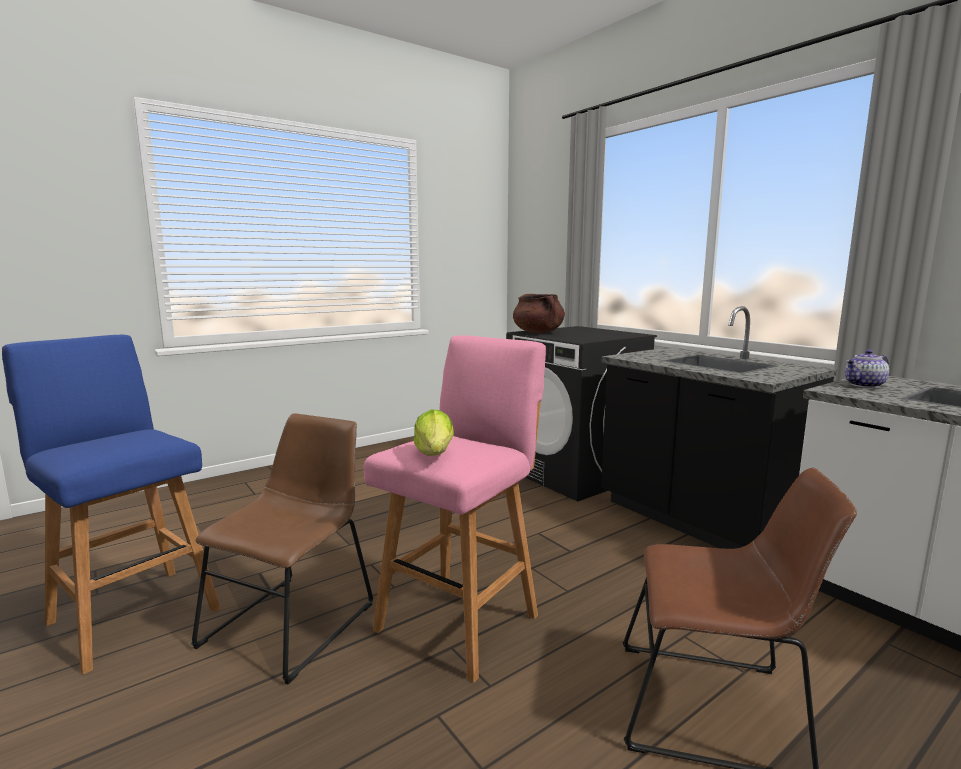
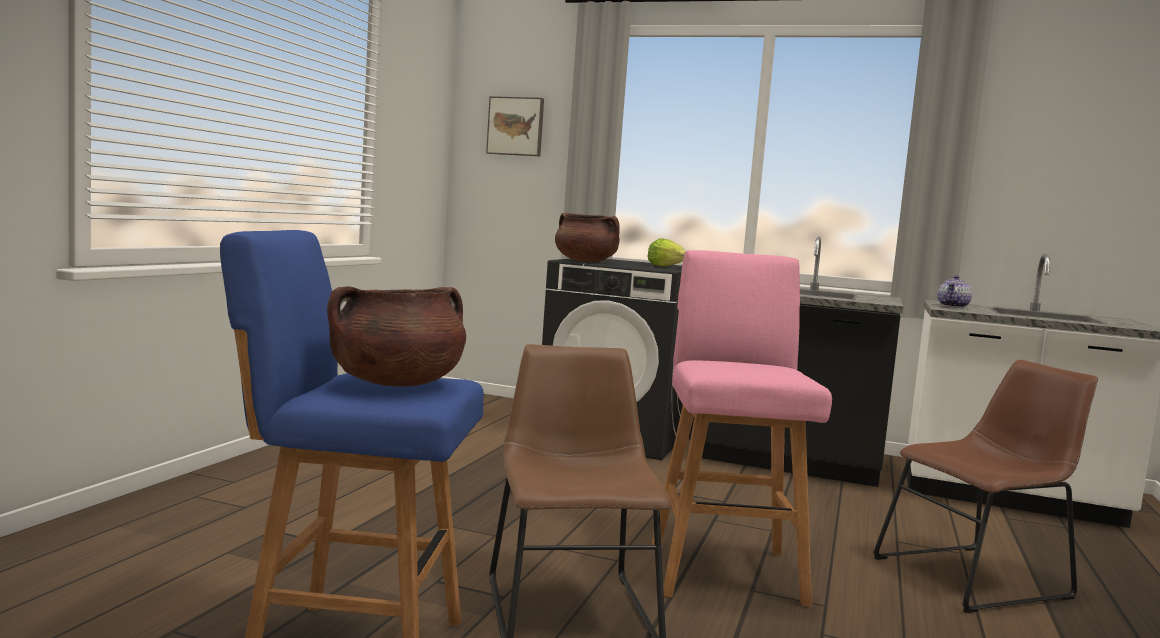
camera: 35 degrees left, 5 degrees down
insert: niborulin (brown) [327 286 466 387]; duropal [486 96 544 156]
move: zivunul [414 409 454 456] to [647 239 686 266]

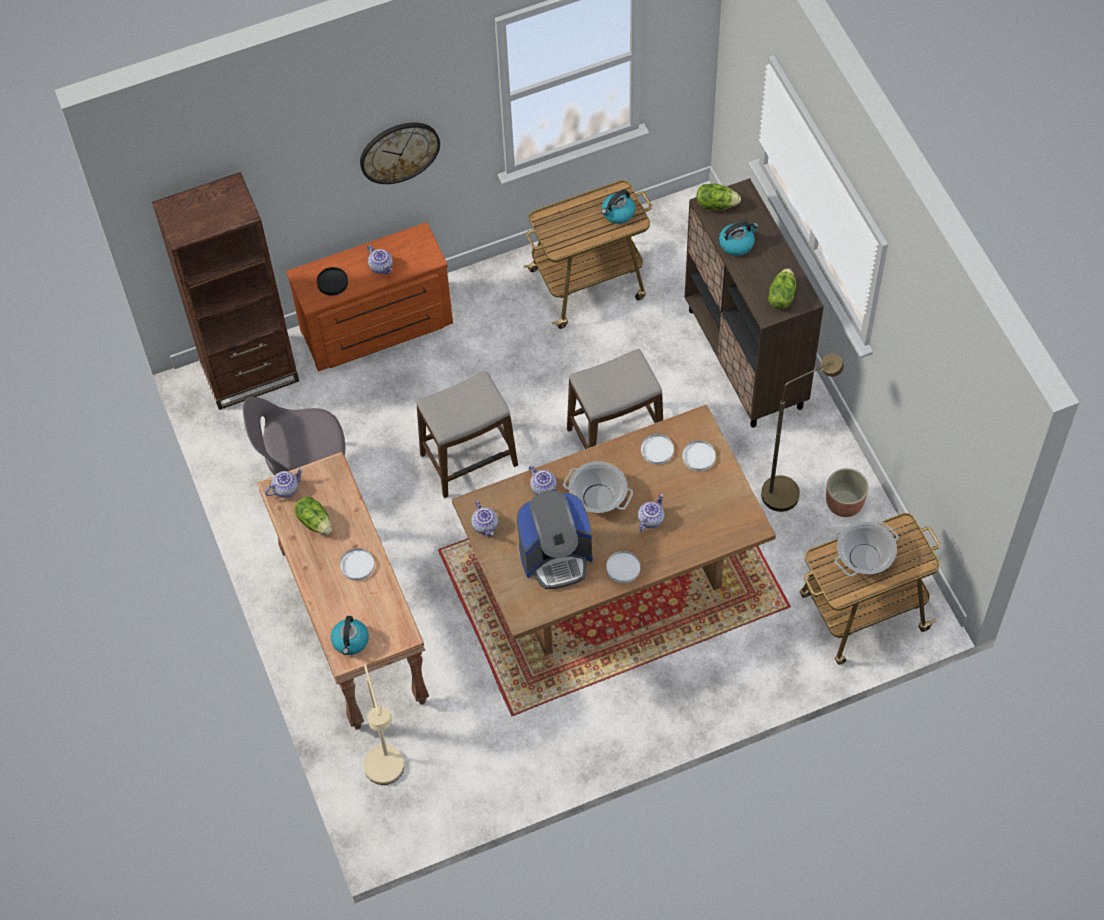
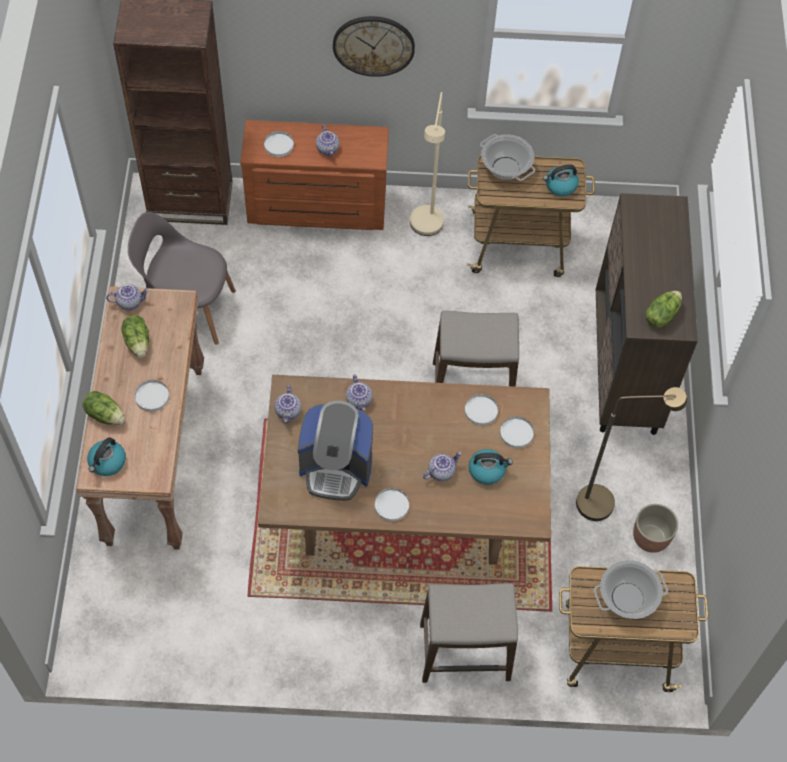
camera: 20 degrees right, 0 degrees up
move: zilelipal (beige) [363 665 404 785] to [410 92 445 236]; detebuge [416 371 518 498] to [420 583 518 683]; niborulin [563 461 633 513] to [480 134 535 181]; zivunul [696 184 741 210] to [82 391 125 425]; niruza [719 221 759 256] to [469 449 513 485]
recolor: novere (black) [317 267 348 296] to novere (white) [264 131 294 157]

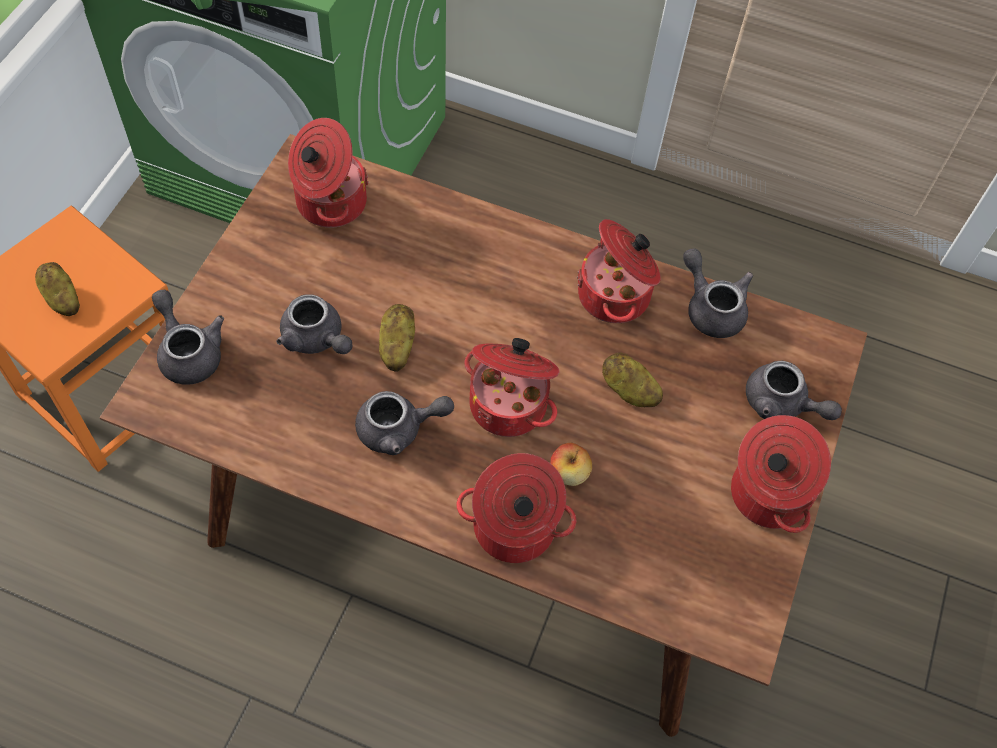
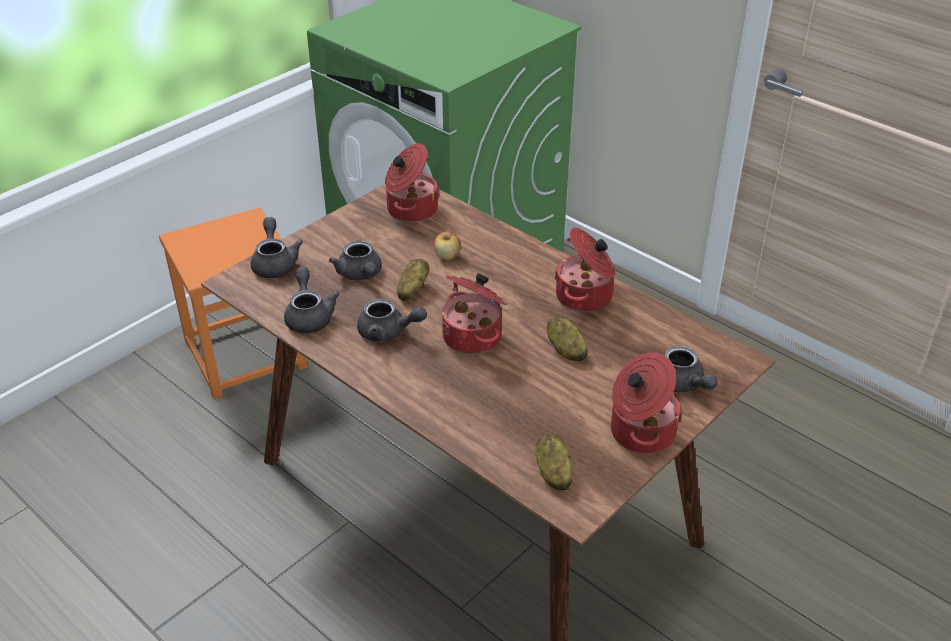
camera: 25 degrees right, 20 degrees down
delete: niborulin [456 453 577 563]
move: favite [35 262 80 316] to [535 434 573 490]; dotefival [550 443 592 486] to [434 231 461 260]; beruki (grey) [683 249 753 338] to [284 267 340 333]

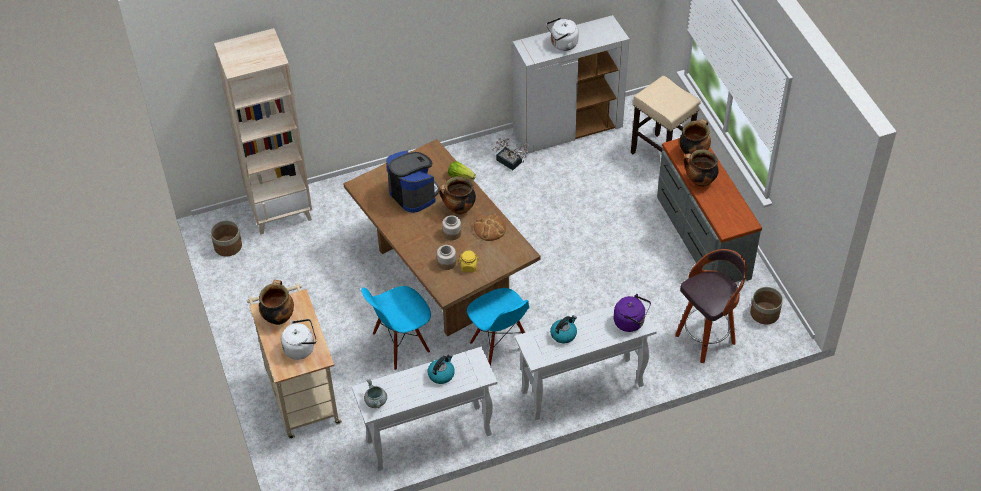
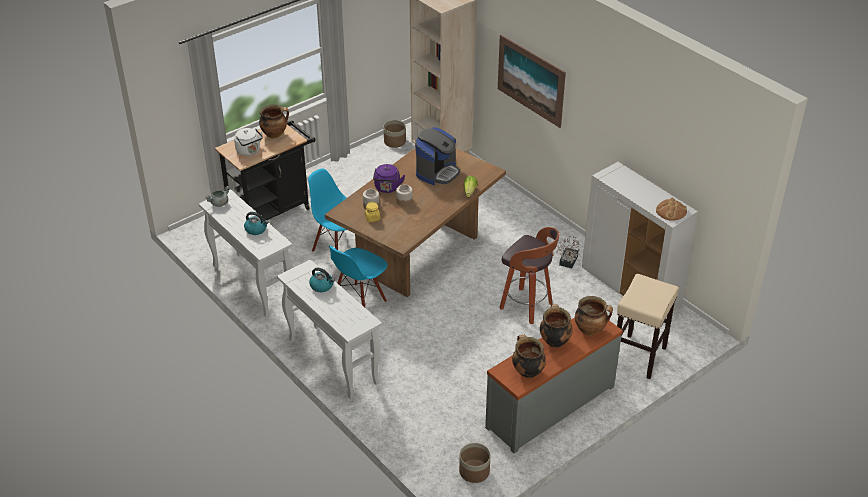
camera: 70 degrees right, 10 degrees down
delete: niruza (white) [546 17 579 51]
insert: duropal [498 35 566 128]
move: niborulin [439 176 476 215] to [512 335 546 378]; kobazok [474 214 506 241] to [656 198 687 221]; niruza (purple) [614 294 651 332] to [373 164 405 193]; detebuge [675 249 747 363] to [500 227 560 324]
recolor: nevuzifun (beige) [247 283 342 439] to nevuzifun (black) [215 120 316 220]

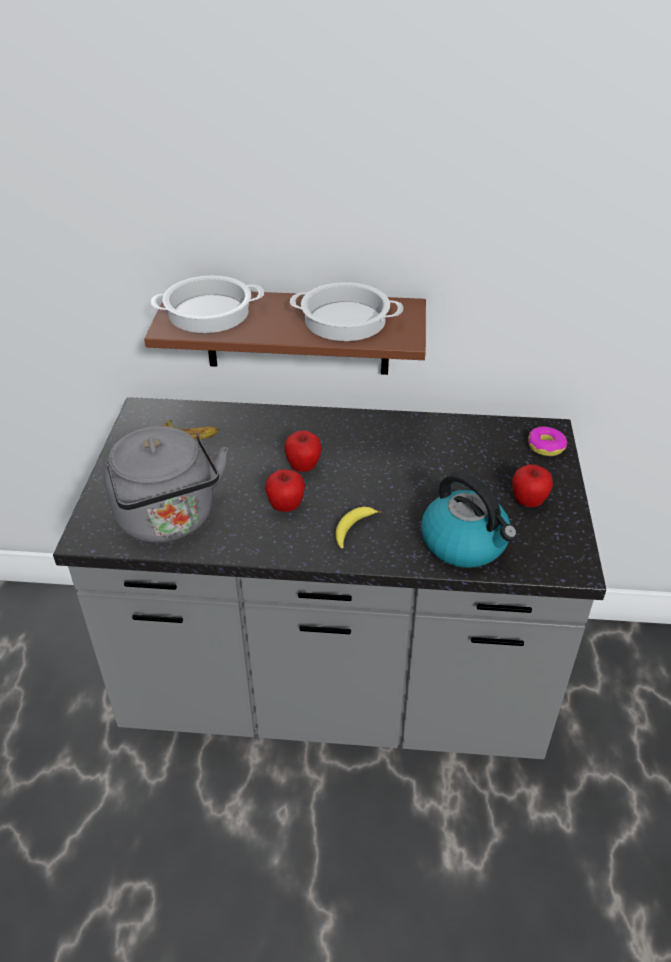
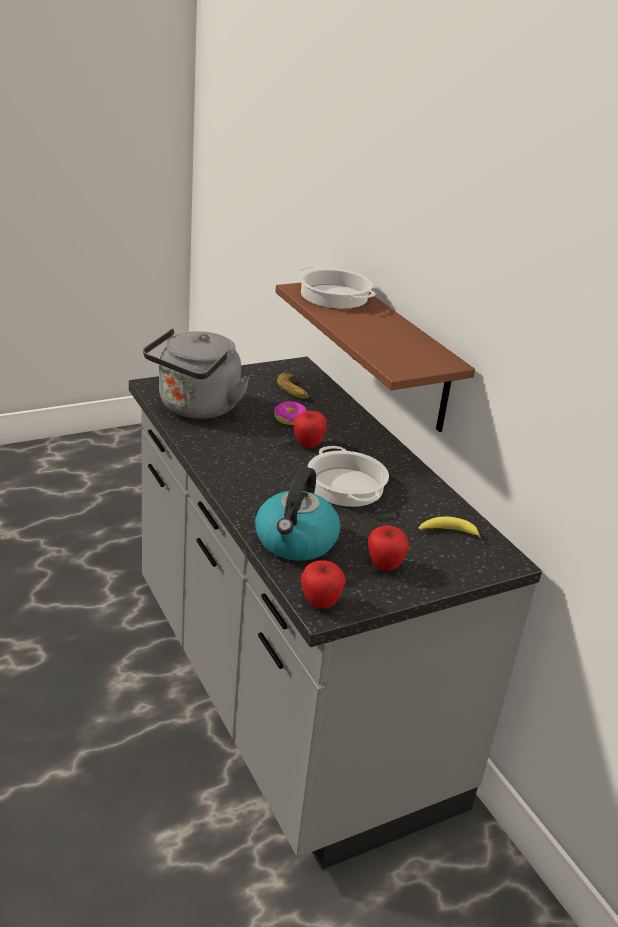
camera: 55 degrees right, 10 degrees down
move: dotefival [265 469 305 512] to [301 560 346 608]; niborulin [290 282 403 341] to [308 446 389 507]; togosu [336 507 381 549] to [419 517 481 538]; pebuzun [528 427 567 456] to [274 401 307 425]

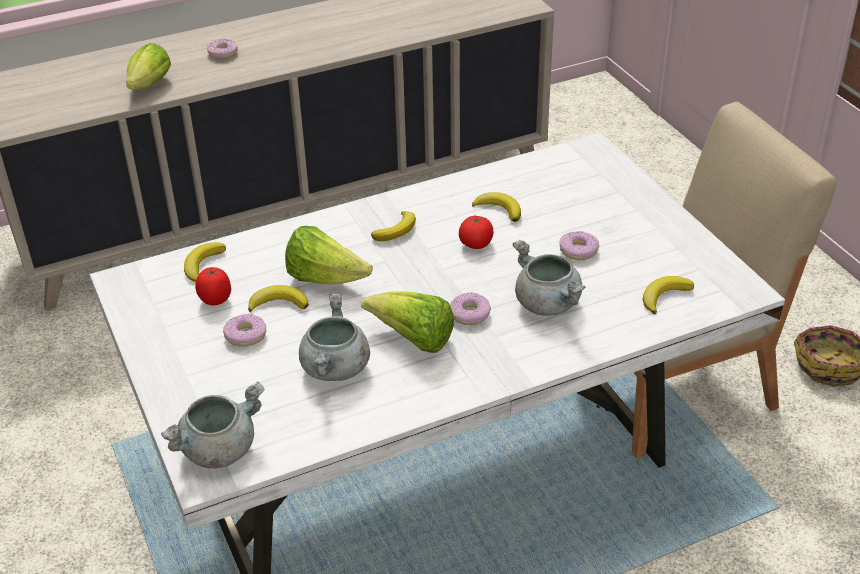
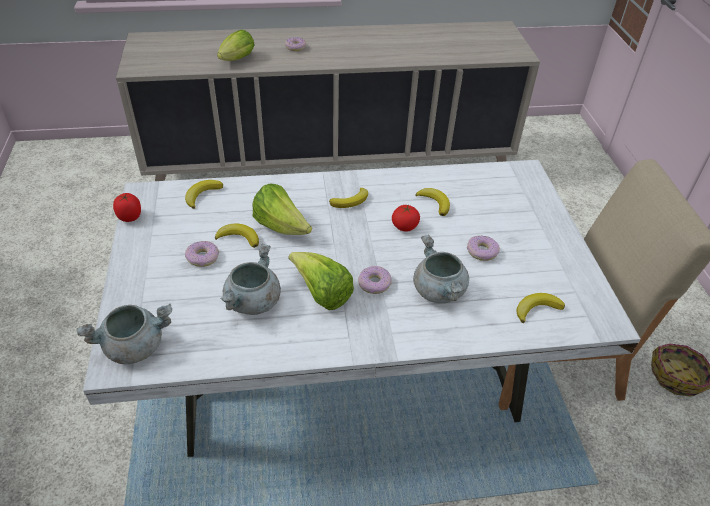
camera: 15 degrees right, 5 degrees up
move: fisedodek [195 267 231 305] to [113 193 141 222]

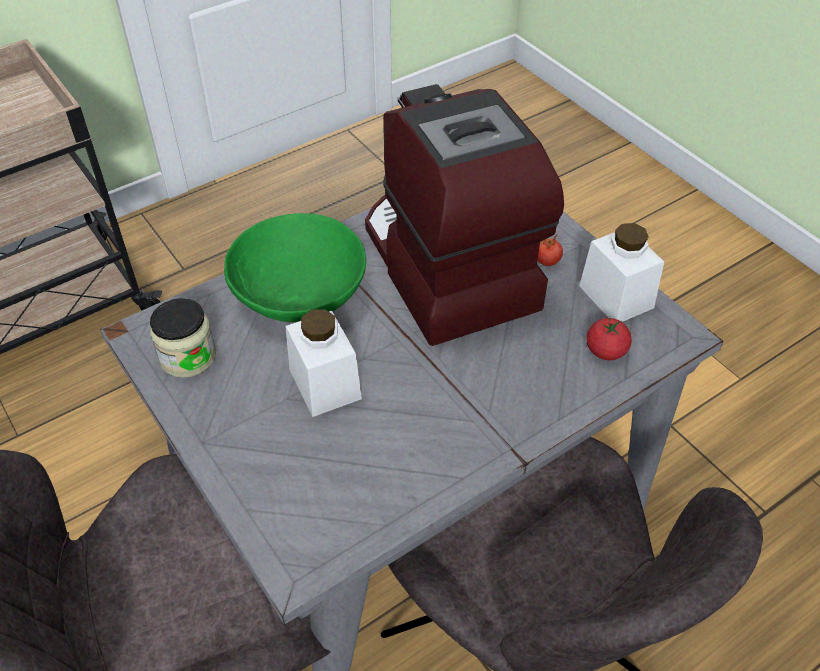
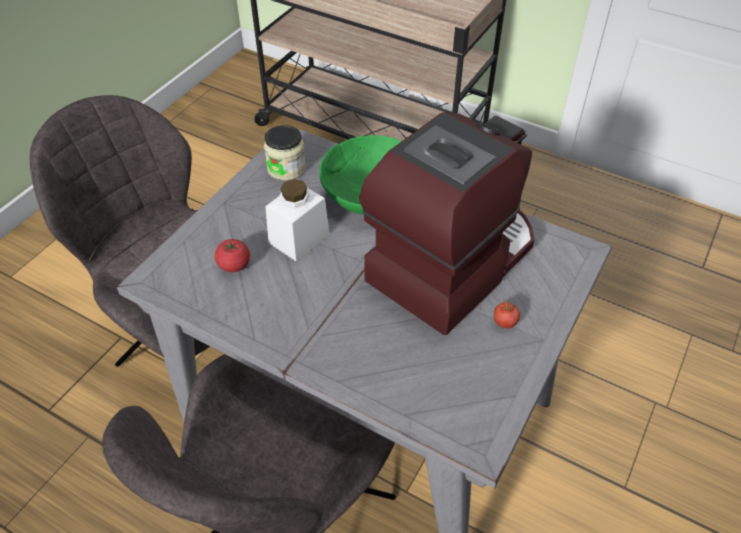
camera: 65 degrees right, 0 degrees up
delete: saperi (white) [579 223 664 322]
move: fisedodek [586 317 632 360] to [215 239 250 272]

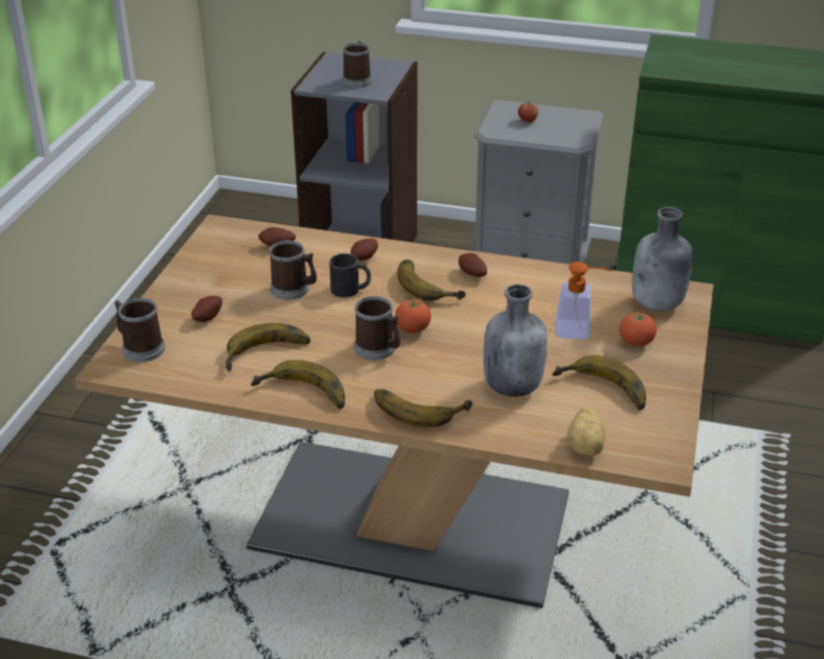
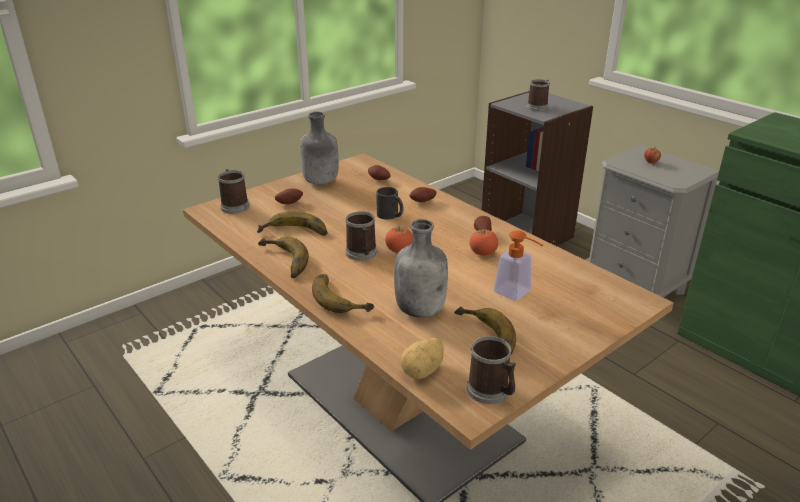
camera: 35 degrees right, 5 degrees down
delete: togosu [397 259 466 301]
move: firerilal [269 240 317 300] to [467 336 516 404]; fisedodek [619 312 657 346] to [470 229 498 256]; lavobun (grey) [632 207 693 311] to [300 112 339 185]

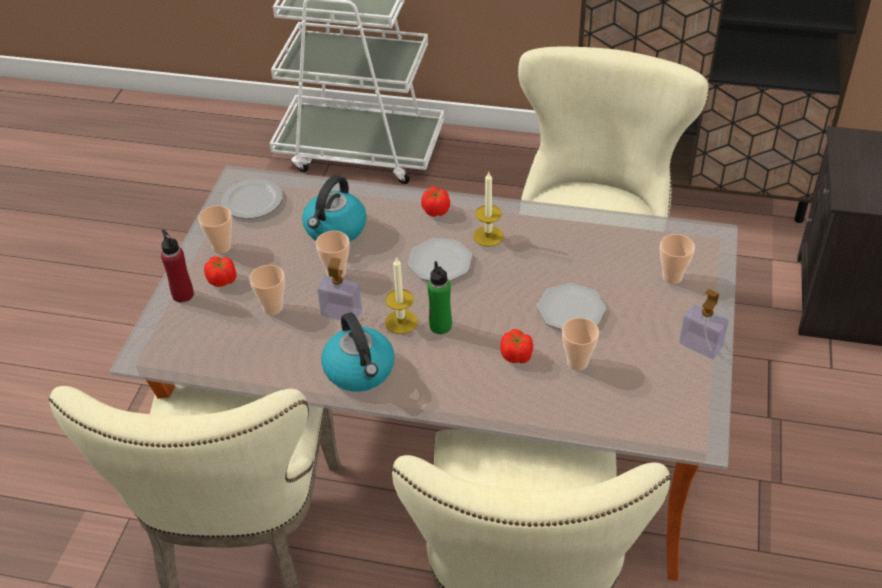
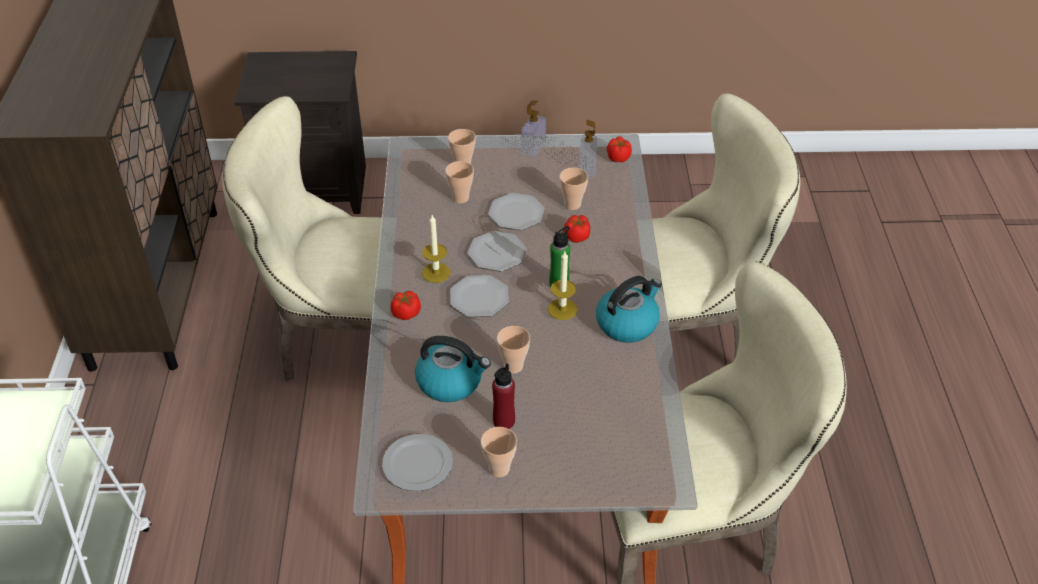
camera: 105 degrees left, 0 degrees up
insert: novere [467 231 527 271]
move: lavobun (red) [161 229 194 302] to [492 363 515 429]; fisedodek [204 257 237 287] to [607 136 632 162]; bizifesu [249 265 285 315] to [445 161 474 203]; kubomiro [317 257 362 320] to [579 120 597 178]

